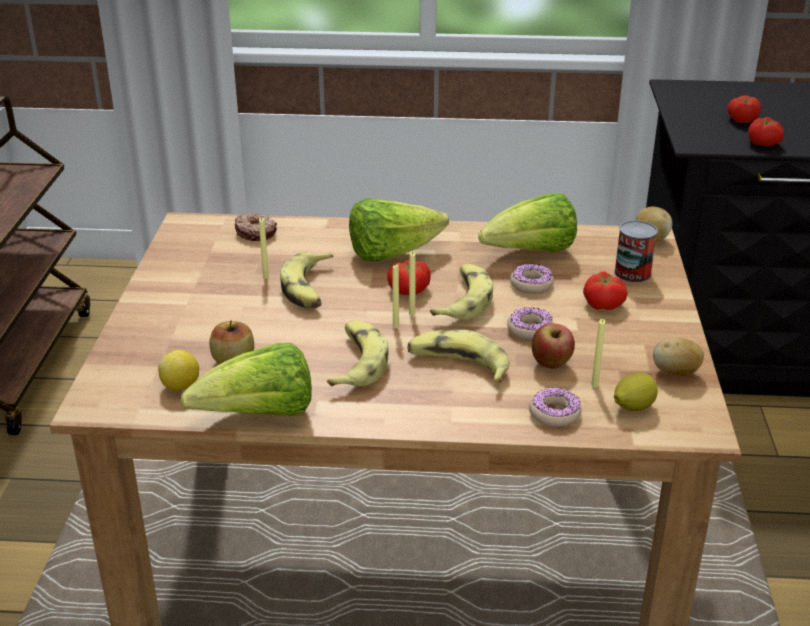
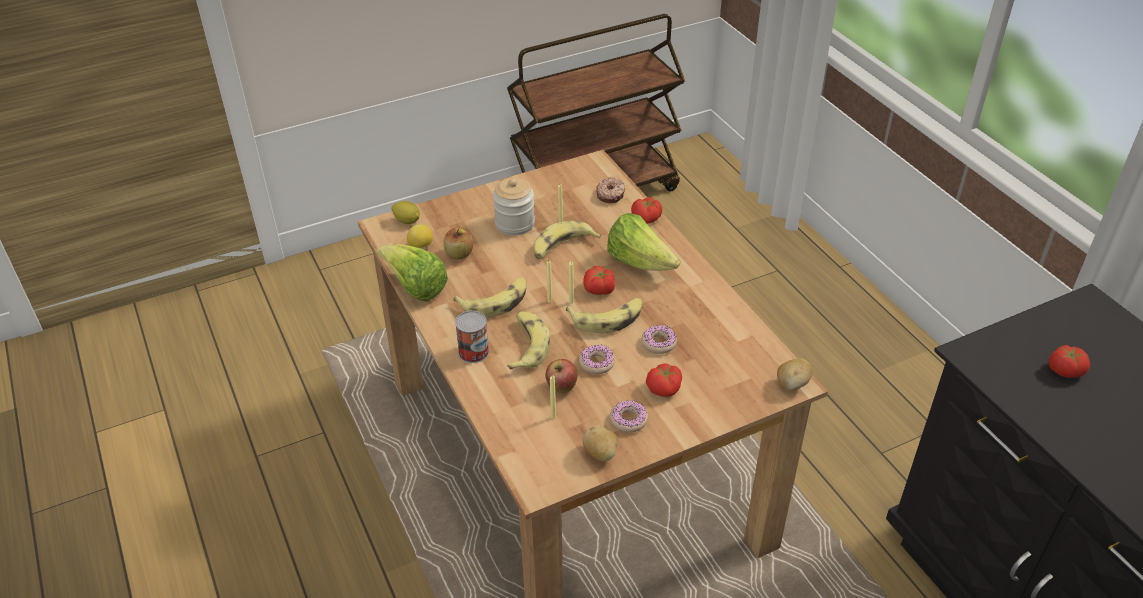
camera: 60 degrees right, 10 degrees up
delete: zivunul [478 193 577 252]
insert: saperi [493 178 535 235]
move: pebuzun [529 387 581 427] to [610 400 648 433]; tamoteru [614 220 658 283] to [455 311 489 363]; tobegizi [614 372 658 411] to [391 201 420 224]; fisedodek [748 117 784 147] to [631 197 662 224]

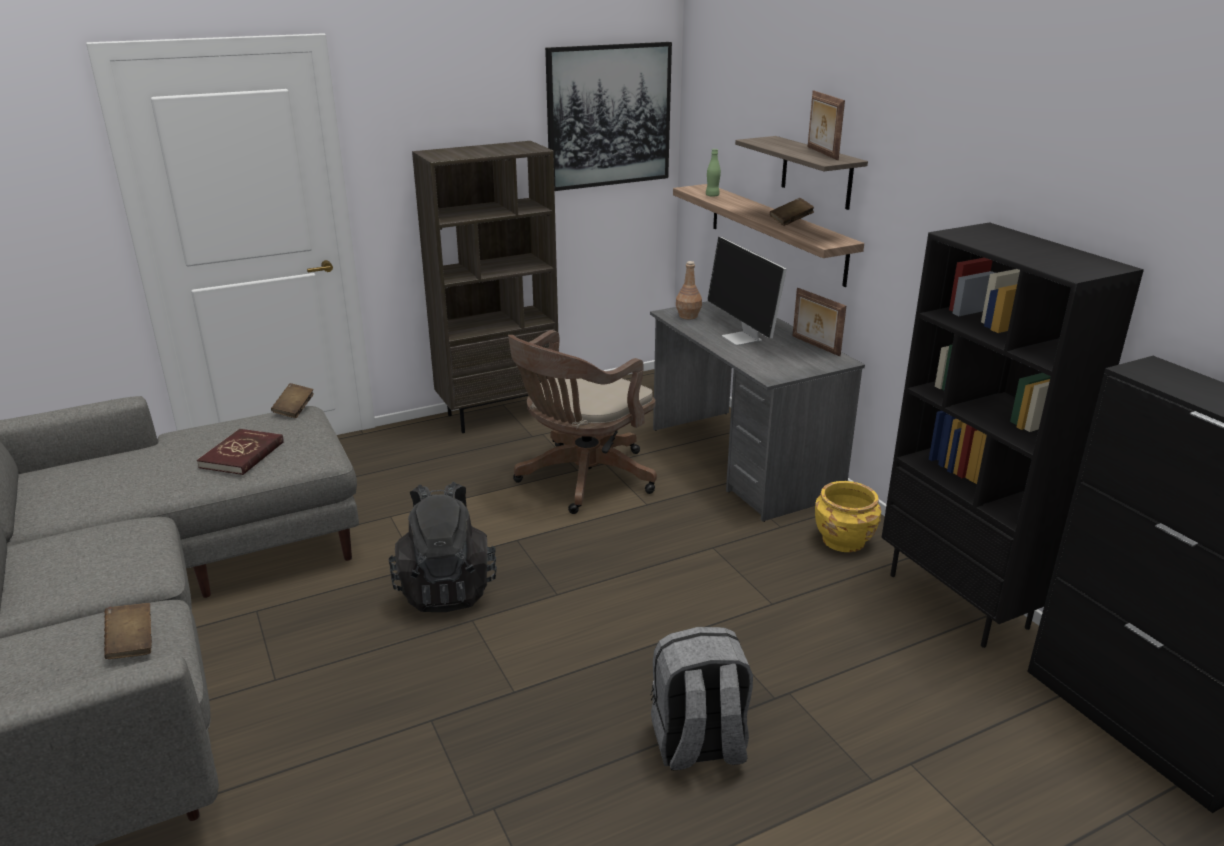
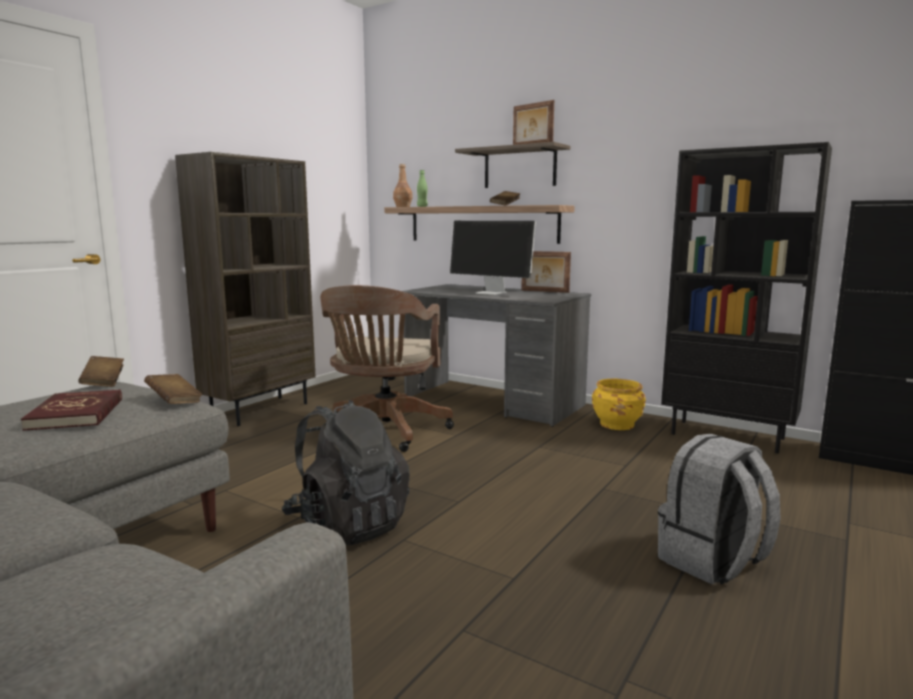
camera: 30 degrees left, 15 degrees down
delete: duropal [545 42 672 191]
move: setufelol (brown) [104 603 152 659] to [144 374 202 404]; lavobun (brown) [676 261 702 319] to [393 164 413 207]

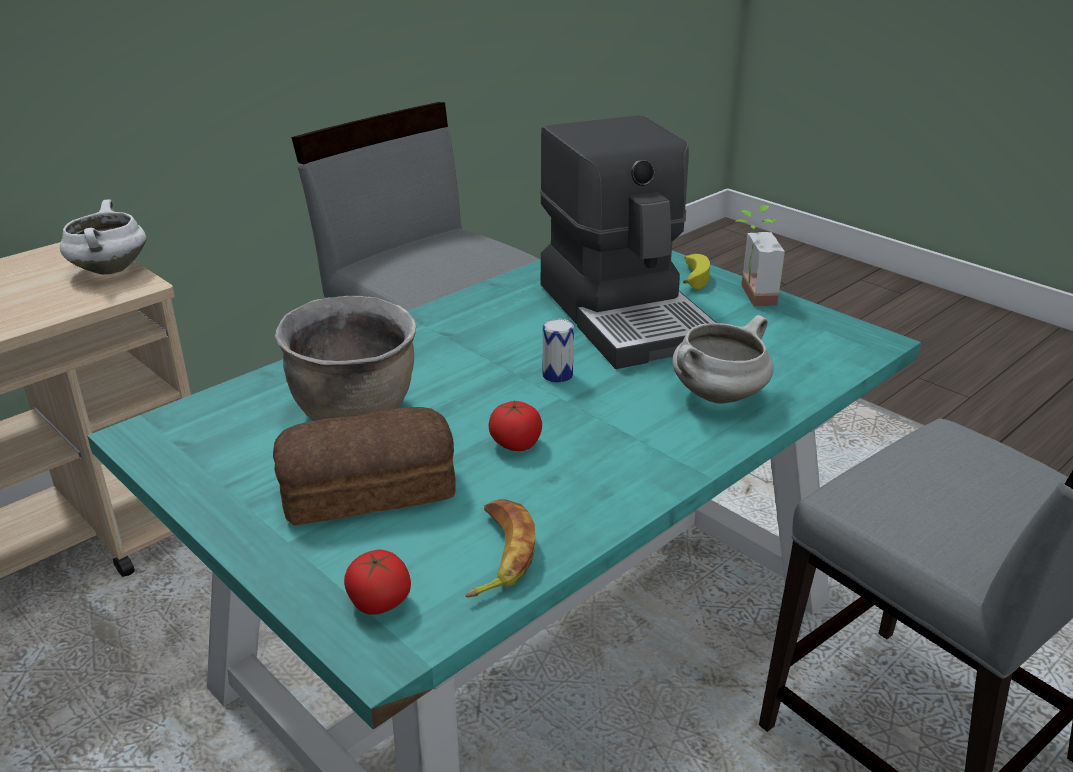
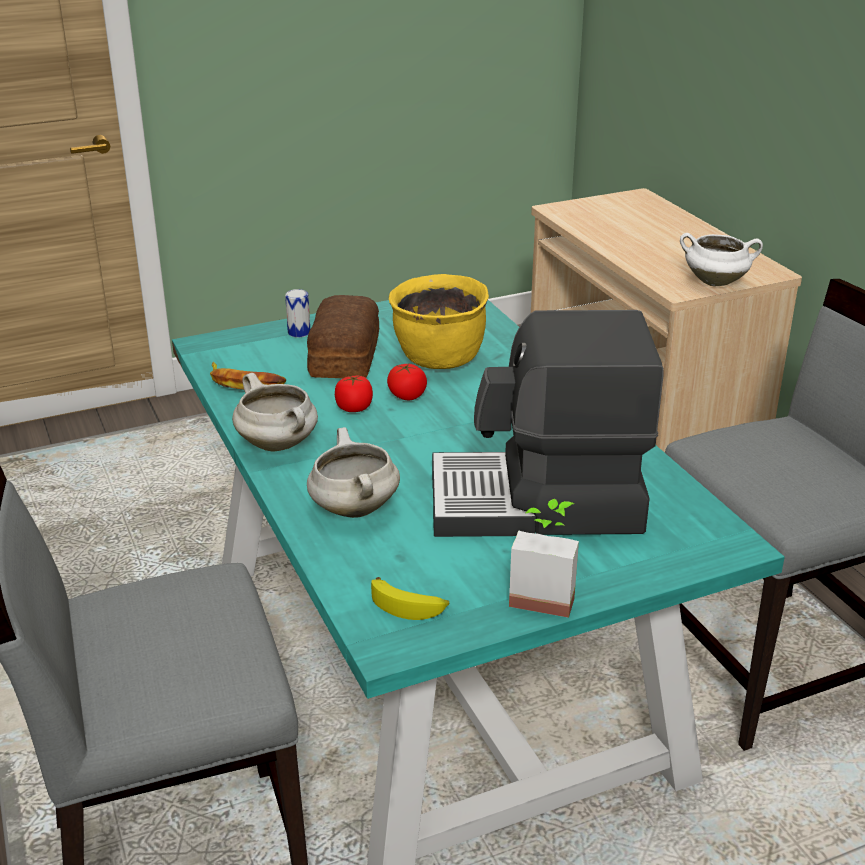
camera: 110 degrees right, 0 degrees up
insert: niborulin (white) [232 373 318 451]
move: fisedodek [344 550 411 615] to [387 363 427 400]; tamoteru [543 319 574 383] to [285 289 310 337]; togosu [683 254 710 289] to [371 577 449 620]
recolor: niborulin (brown) [275 296 416 421] to niborulin (yellow) [389 274 489 369]

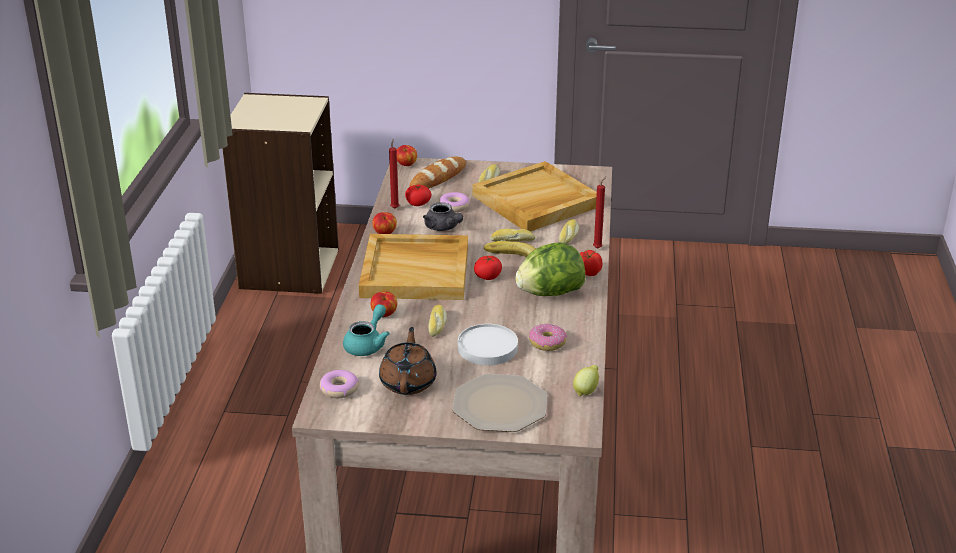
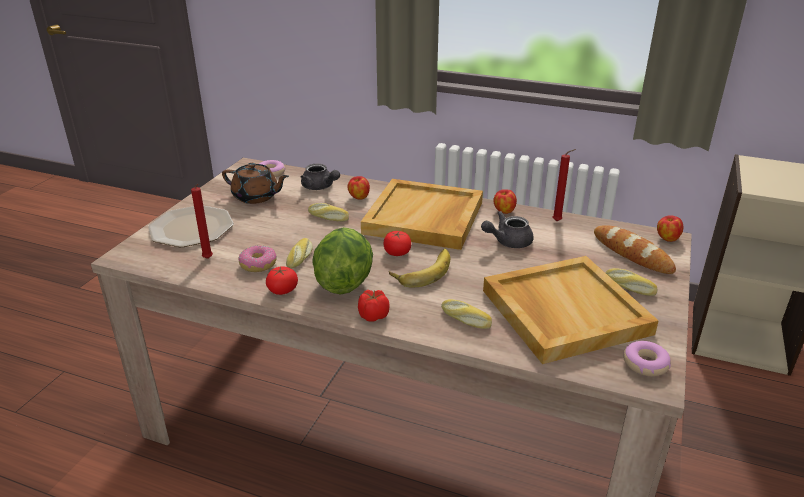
camera: 105 degrees right, 0 degrees up
delete: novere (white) [458 324 518 365]; tobegizi [573 365 599 396]
move: fisedodek [405 185 431 206] to [266 266 298 295]; pebuzun [439 192 470 212] to [623 341 671 376]; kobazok [490 229 535 241] to [286 238 313 269]; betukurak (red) [593 176 606 249] to [191 184 213 259]
recolor: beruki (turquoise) [343 304 390 356] to beruki (grey) [301 164 340 190]

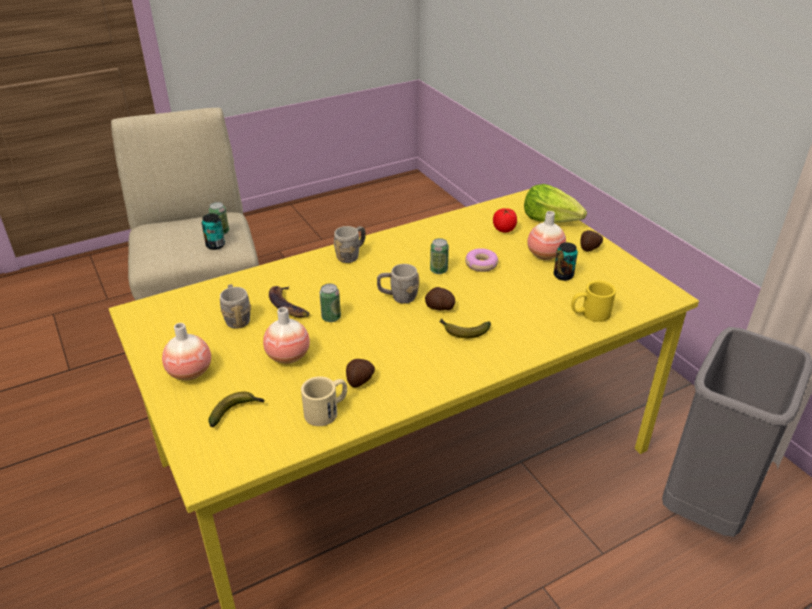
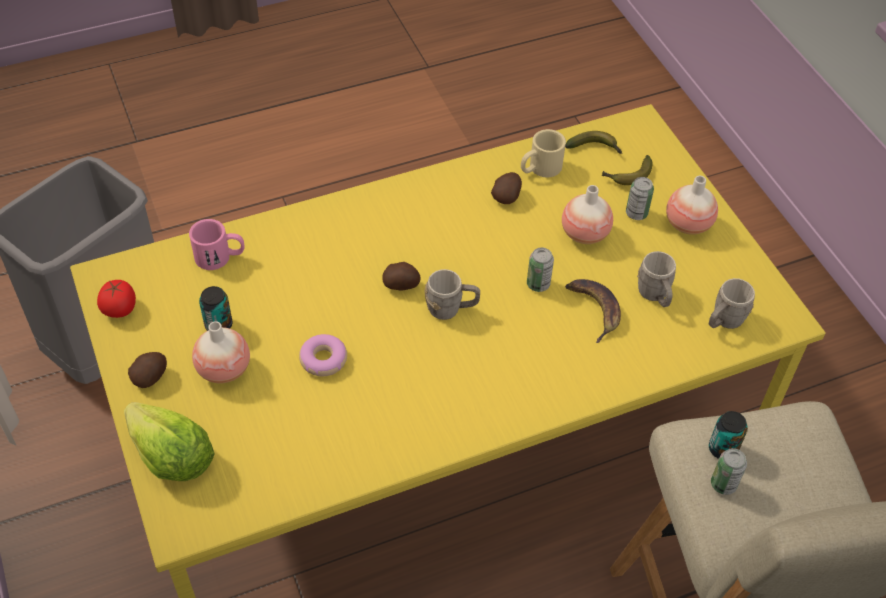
camera: 175 degrees left, 15 degrees up
move: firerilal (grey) [334 226 365 263] to [709 278 755 329]; tamoteru [430 238 449 274] to [626 177 654 220]; togosu [439 318 491 338] to [565 131 622 154]; fisedodek [493 208 517 233] to [97 280 136 318]
recolor: firerilal (yellow) [571 281 616 322] to firerilal (pink) [189 219 245 270]

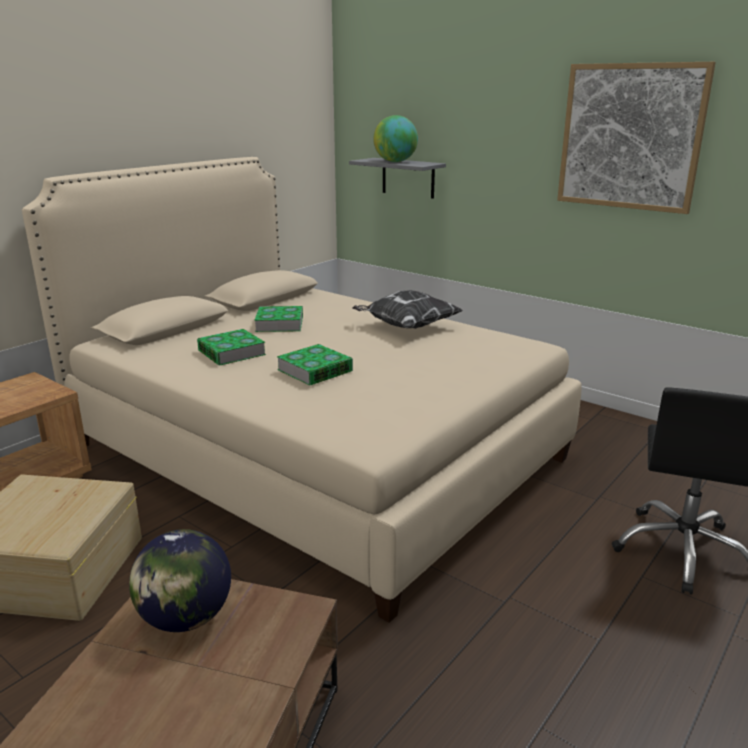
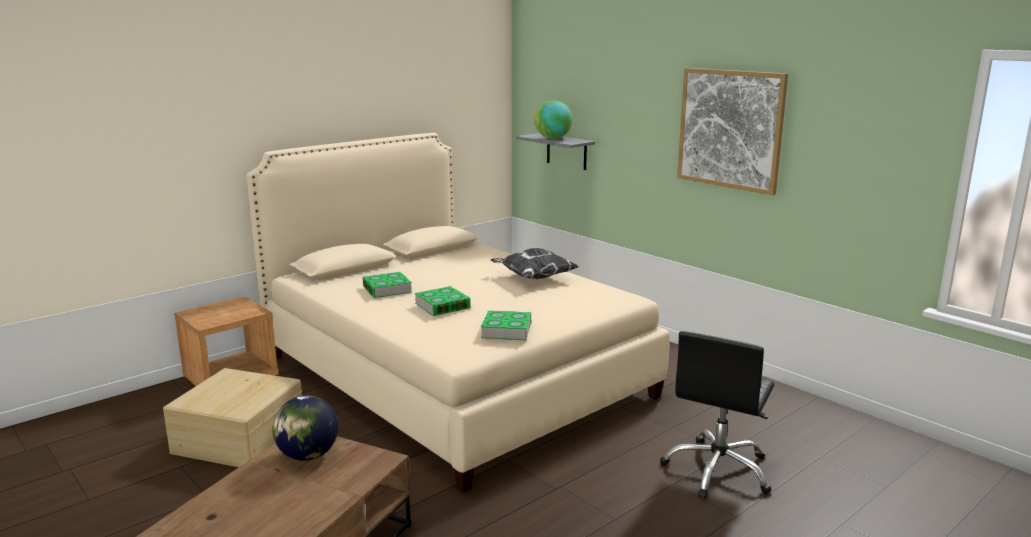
camera: 10 degrees right, 5 degrees down
move: setufelol [254 306 303 332] to [481 310 531 340]

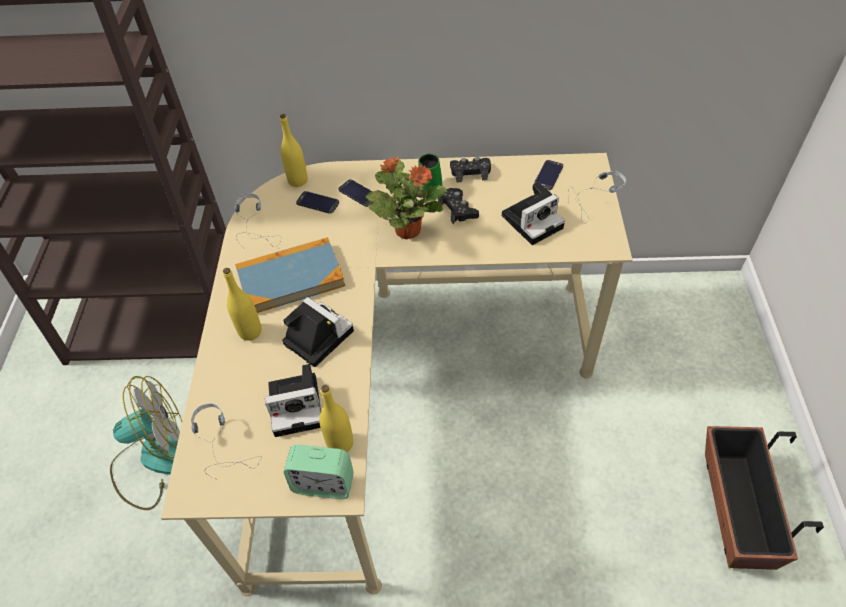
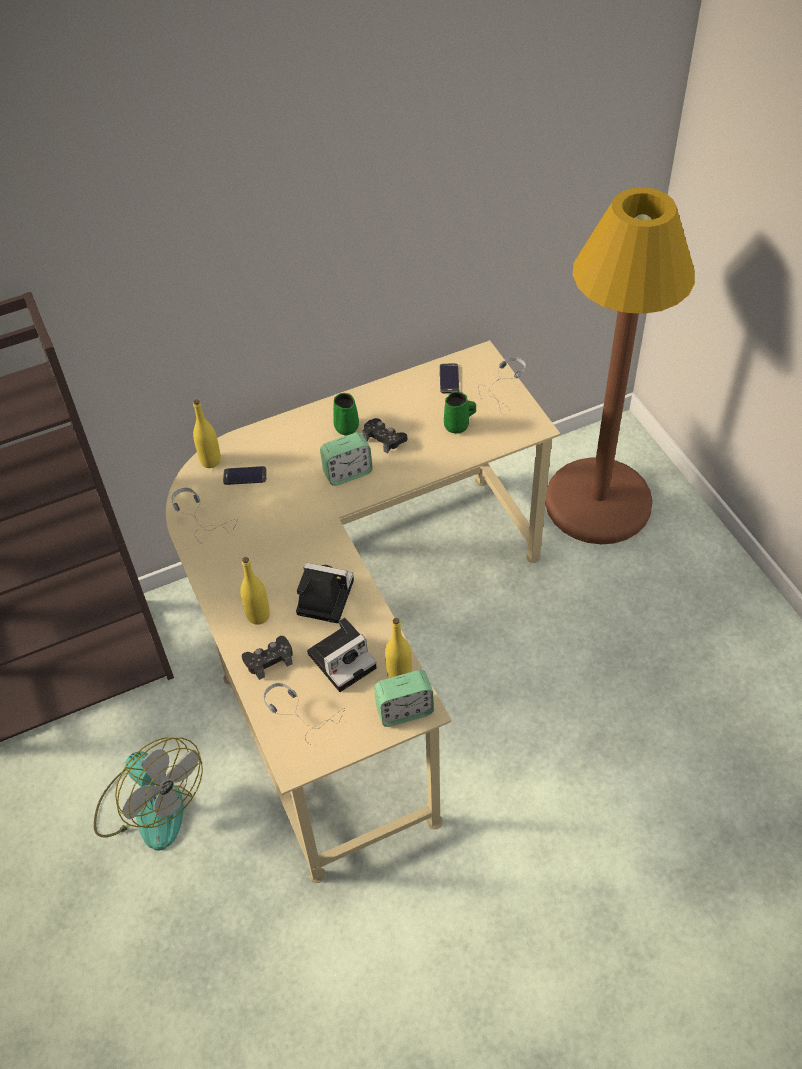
camera: 25 degrees left, 0 degrees up
delete: setufelol [235 237 345 313]; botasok [338 179 373 207]; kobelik [705 426 824 570]
insert: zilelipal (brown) [545 187 695 544]
move: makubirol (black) [450 157 491 182] to [242 636 293 680]
replace: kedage [366 157 447 239] to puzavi [320 432 373 486]; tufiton [502 182 565 245] to firerilal (green) [444 392 476 433]
rotate: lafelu [110 376 182 510] = [94 737 203 851] 90 degrees clockwise

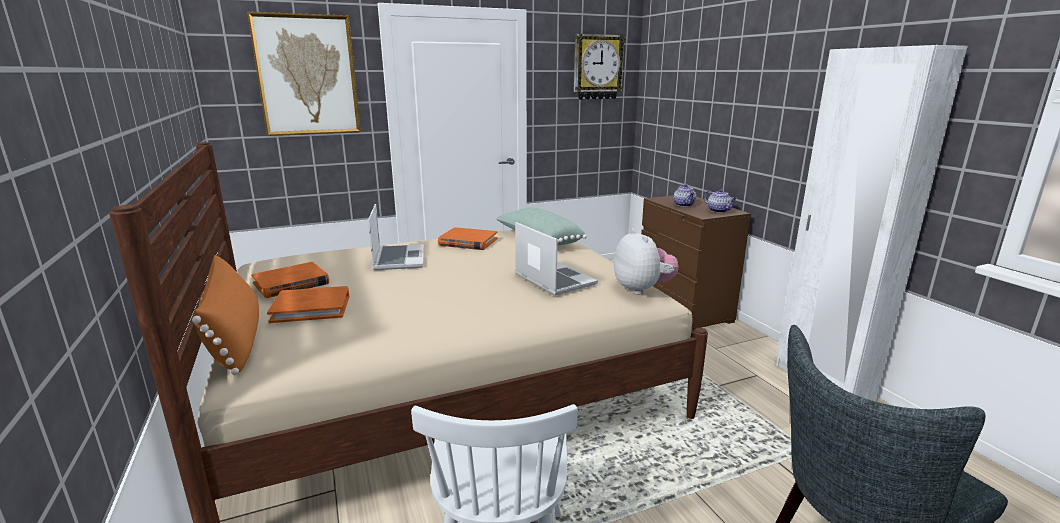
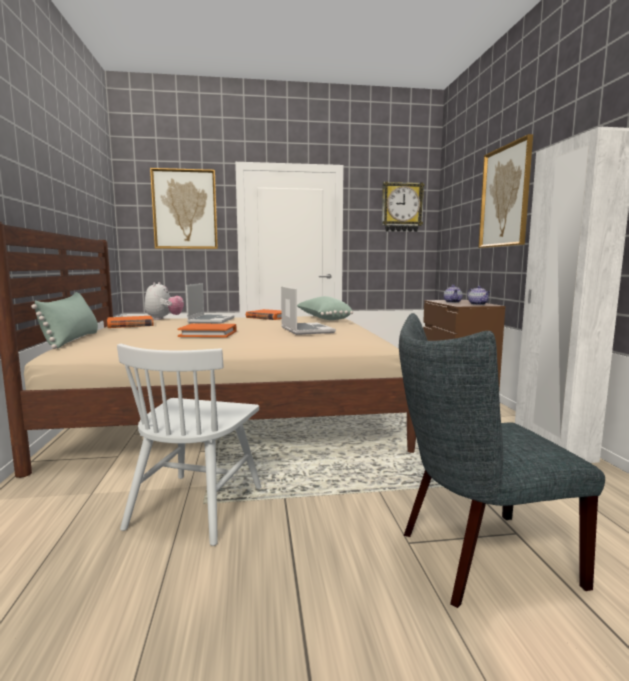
camera: 15 degrees right, 10 degrees down
insert: duropal [479 134 533 248]
move: setufelol (orange) [267 286 349 323] to [177 323 237 337]; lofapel [614 228 679 295] to [145 282 184 320]
recolor: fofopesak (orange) [192 255 259 375] to fofopesak (green) [31 292 98 349]

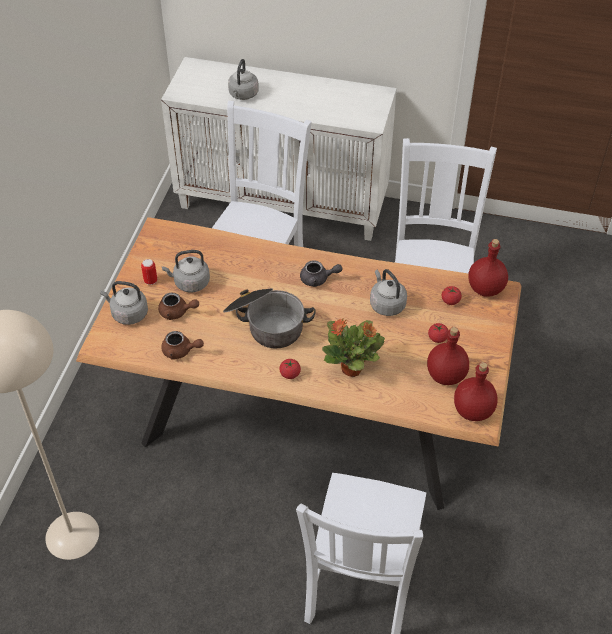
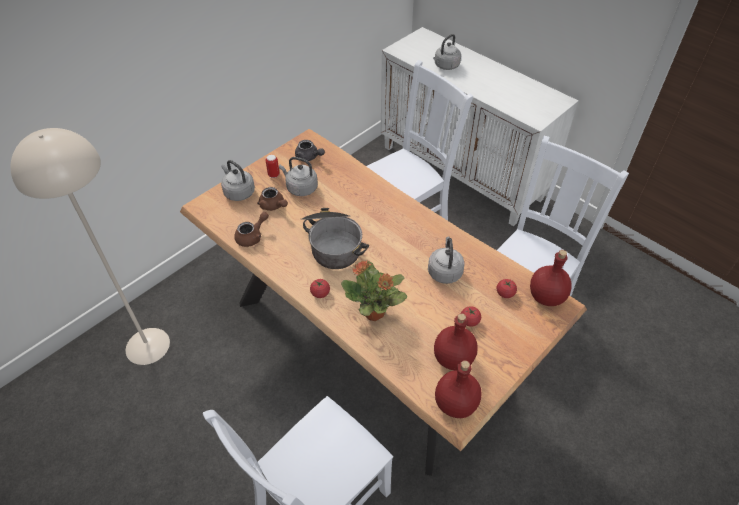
camera: 30 degrees right, 0 degrees up
move: beruki (grey) [300 260 343 287] to [295 140 325 161]
rotate: beruki (brown) [161 331 204 360] = [234 212 269 247] 90 degrees counterclockwise

